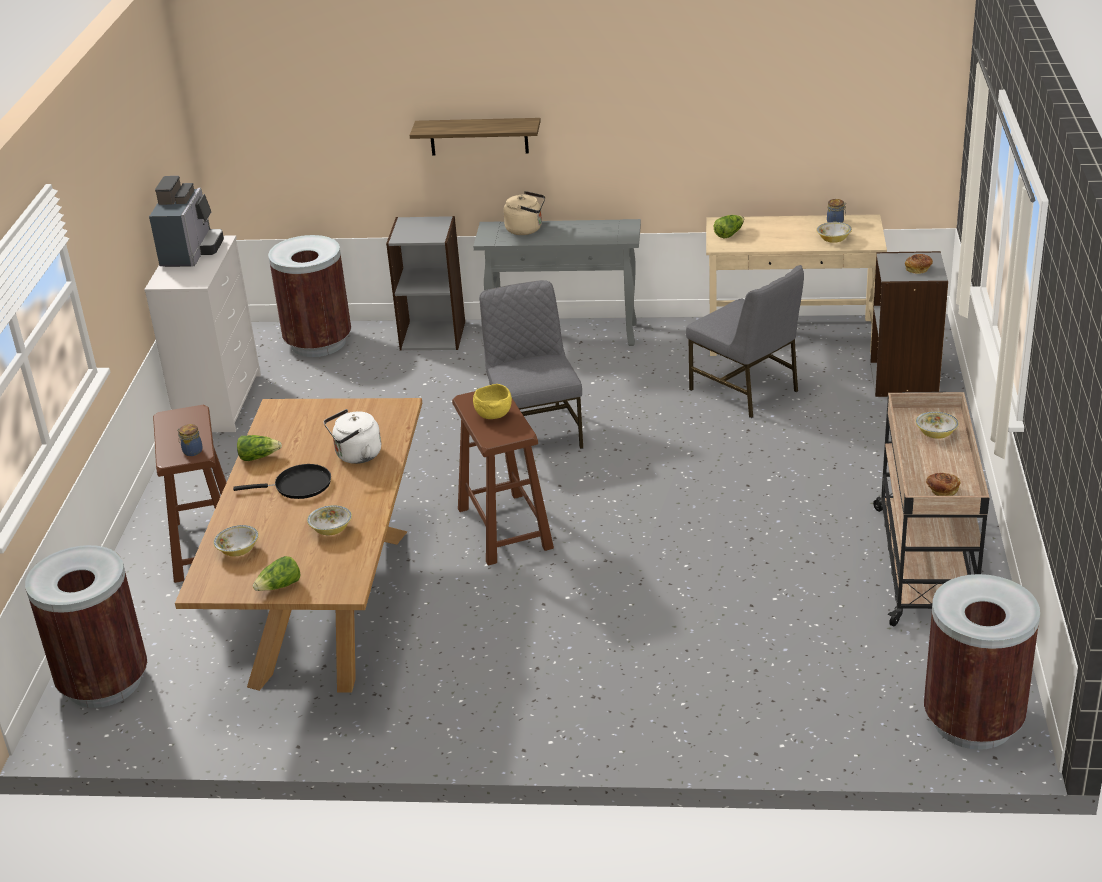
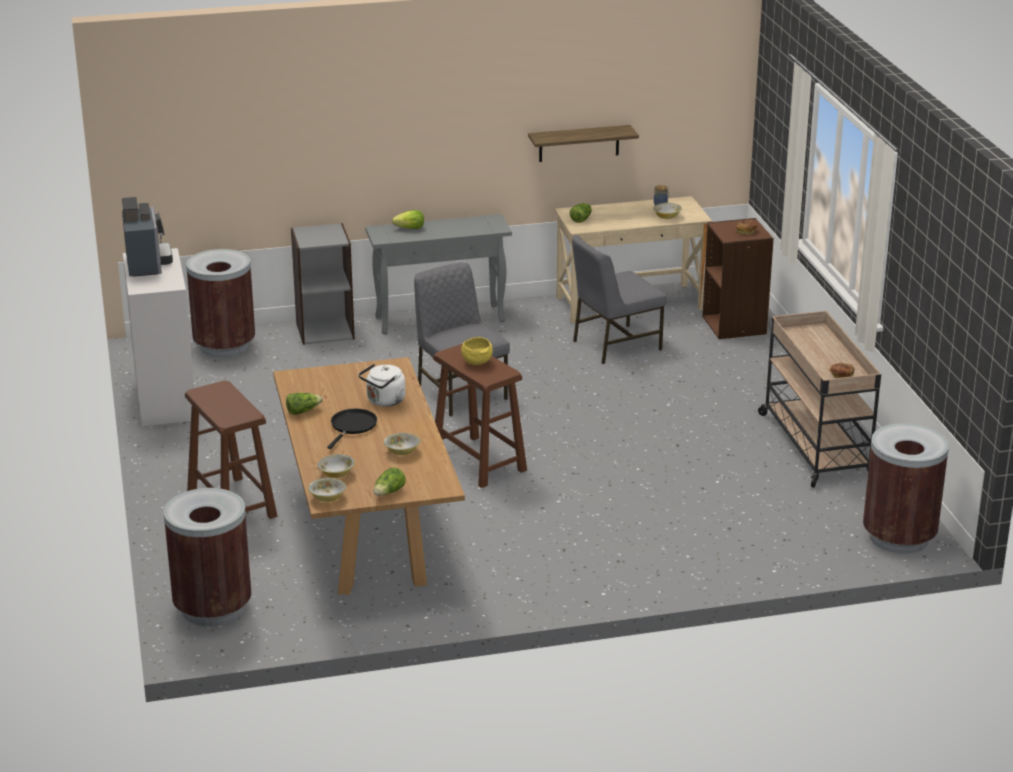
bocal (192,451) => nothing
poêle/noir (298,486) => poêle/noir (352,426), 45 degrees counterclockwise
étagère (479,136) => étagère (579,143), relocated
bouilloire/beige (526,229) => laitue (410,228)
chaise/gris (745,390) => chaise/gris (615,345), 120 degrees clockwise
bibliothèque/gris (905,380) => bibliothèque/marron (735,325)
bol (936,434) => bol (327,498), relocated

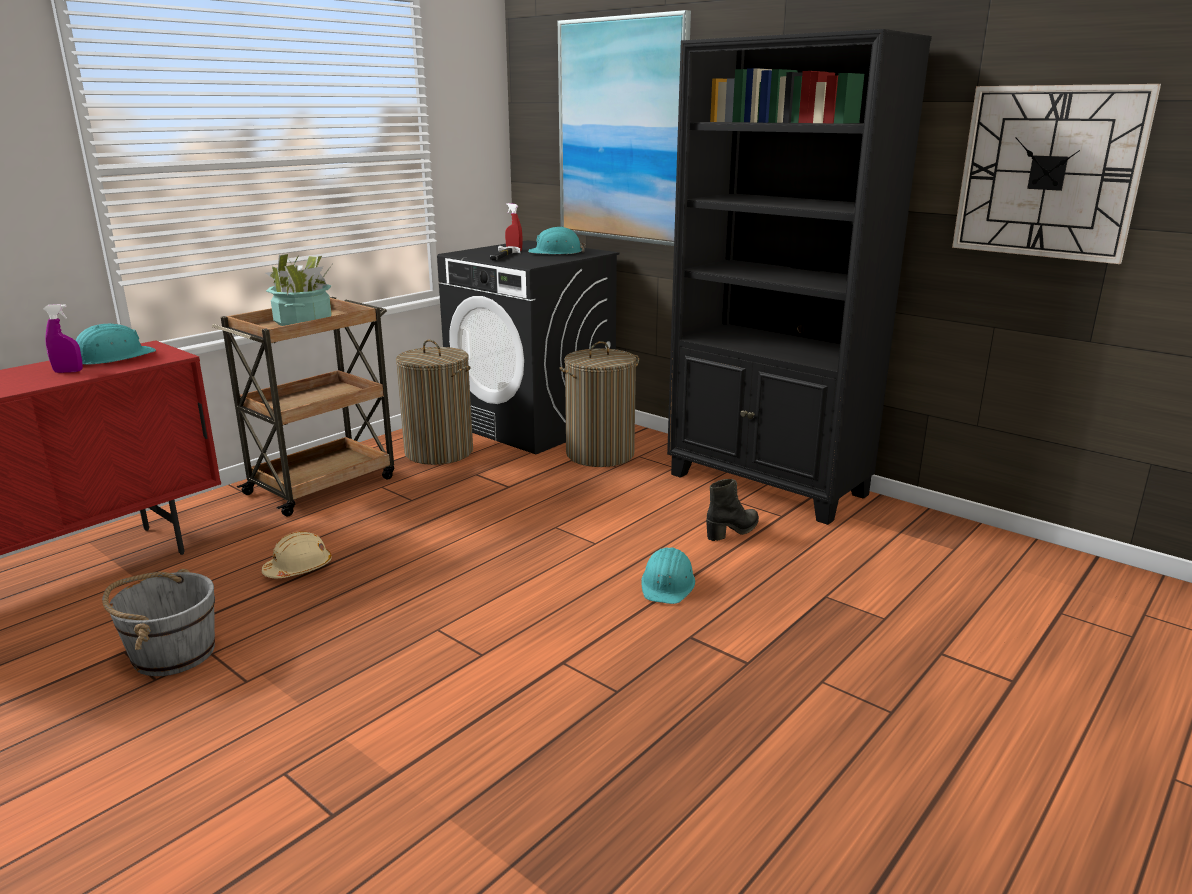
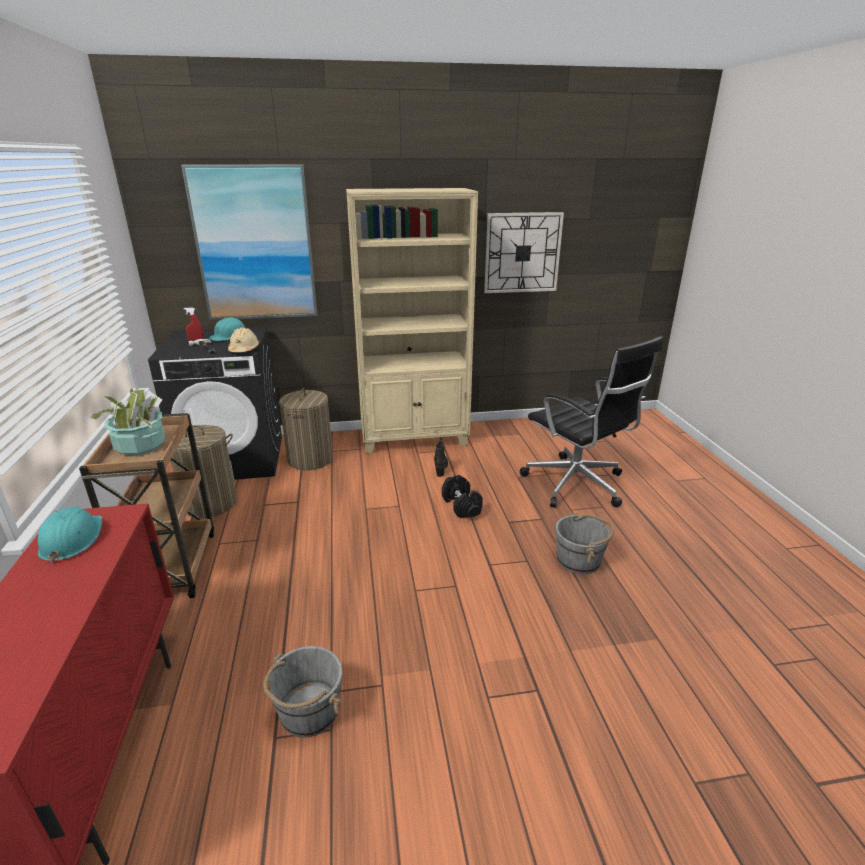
vaporisateur/violet (68,371) => nothing
casque de chantier/beige (299,569) => casque de chantier/beige (244,349), relocated
casque de chantier/turquoise (668,584) => haltère/noir (462,506)
bibliothèque/noir (767,485) => bibliothèque/beige (415,438)
nothing => chaise de bureau/noir (577,485)
nothing => seau/gris (579,560)

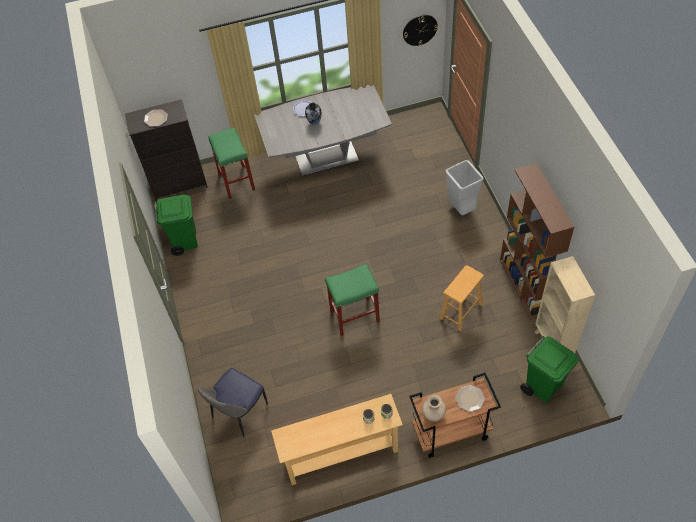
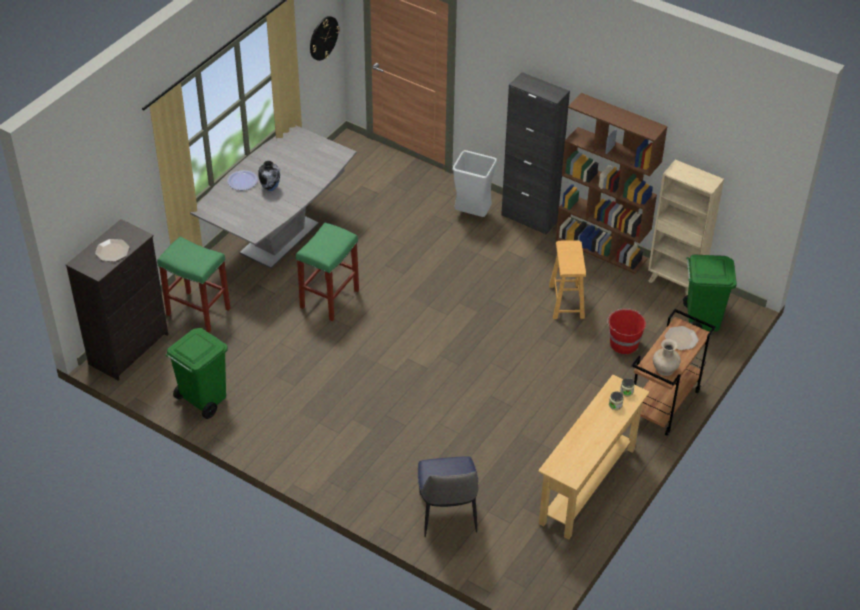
tabouret/vert (354,317) => tabouret/vert (329,300), relocated
nothing => meuble de rangement/noir (529,218)
nothing => seau/rouge (623,343)

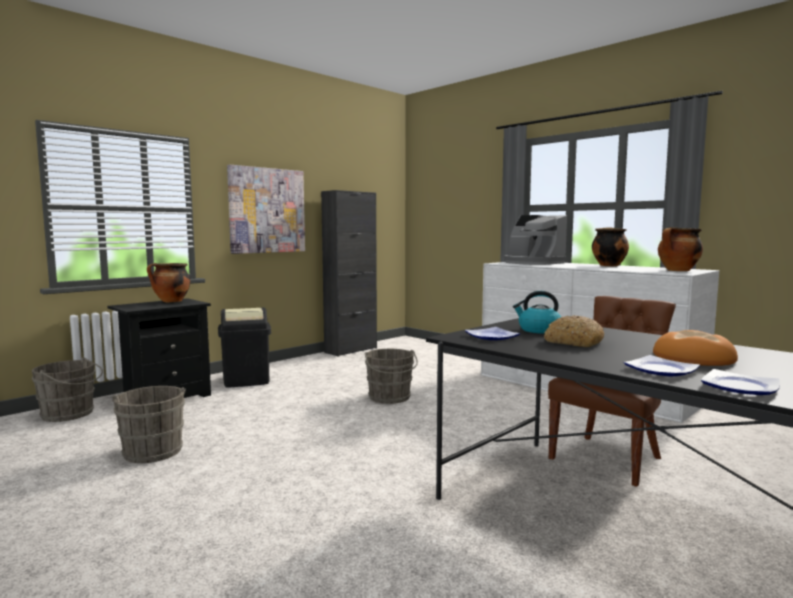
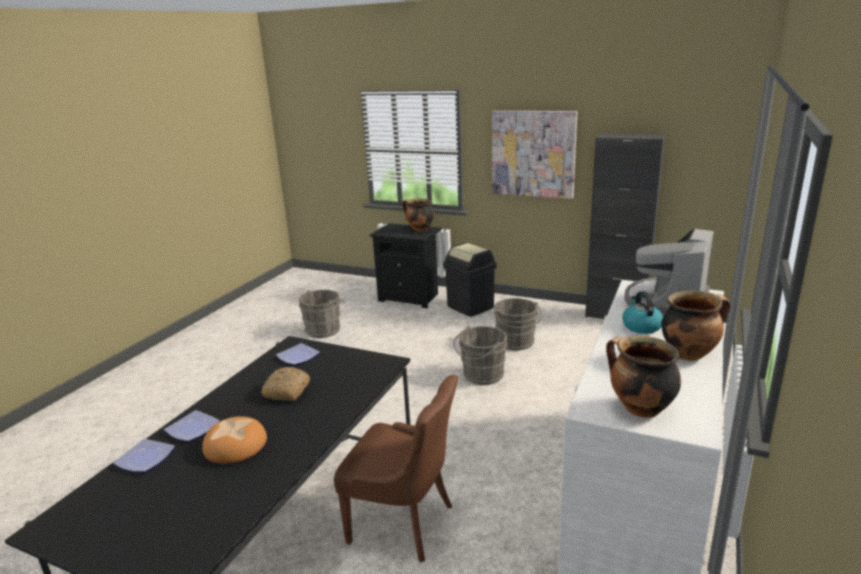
seau/gris (70,414) => seau/gris (516,343), relocated
bouilloire (538,330) => bouilloire (641,326), relocated

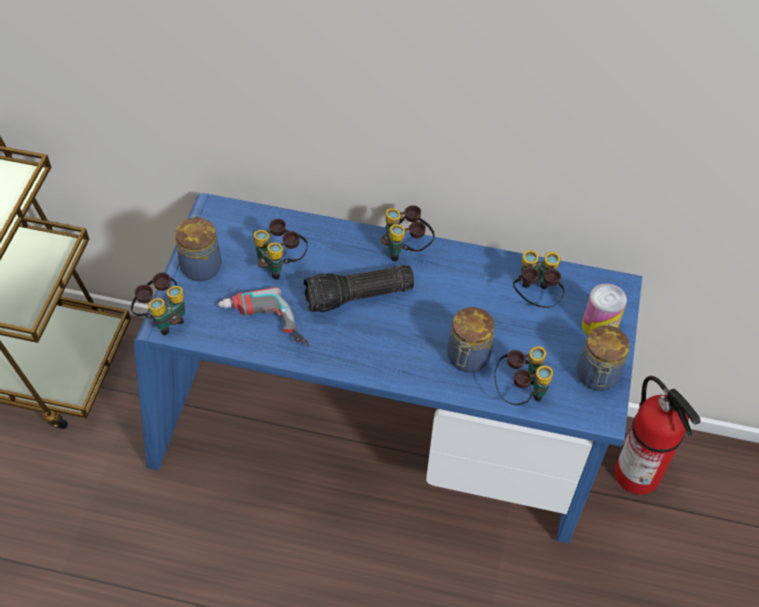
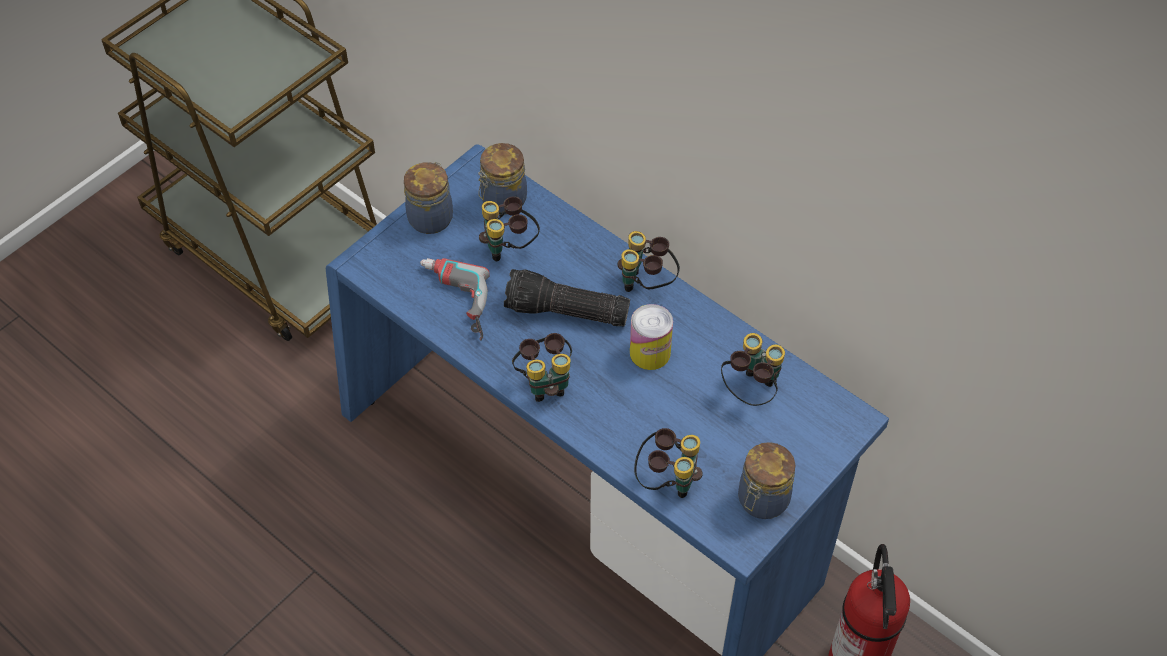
jumelles (163,318) => jumelles (545,382), relocated
bocal (467,358) => bocal (502,201), relocated
boîte métallique (599,326) => boîte métallique (650,353), relocated

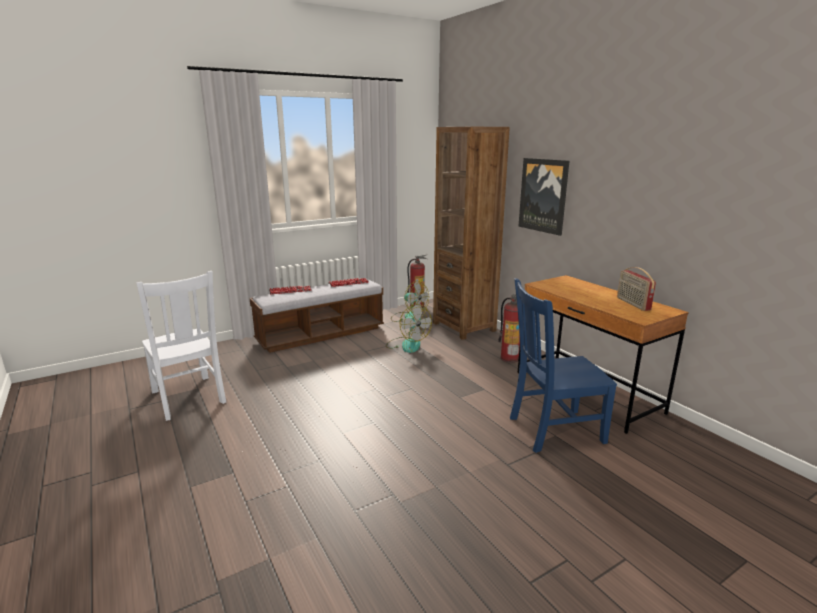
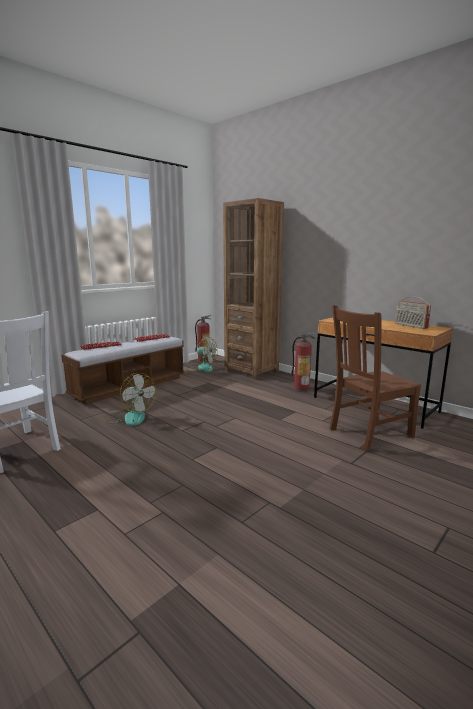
ventilateur (407,344) => ventilateur (130,417), relocated
chaise/bleu (552,430) => chaise/marron (368,433)
tableau (543,195) => nothing

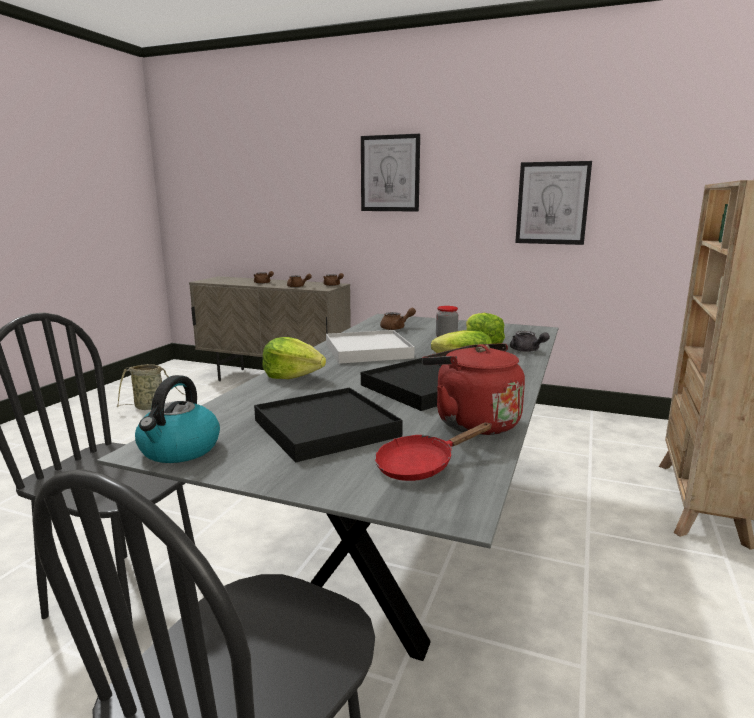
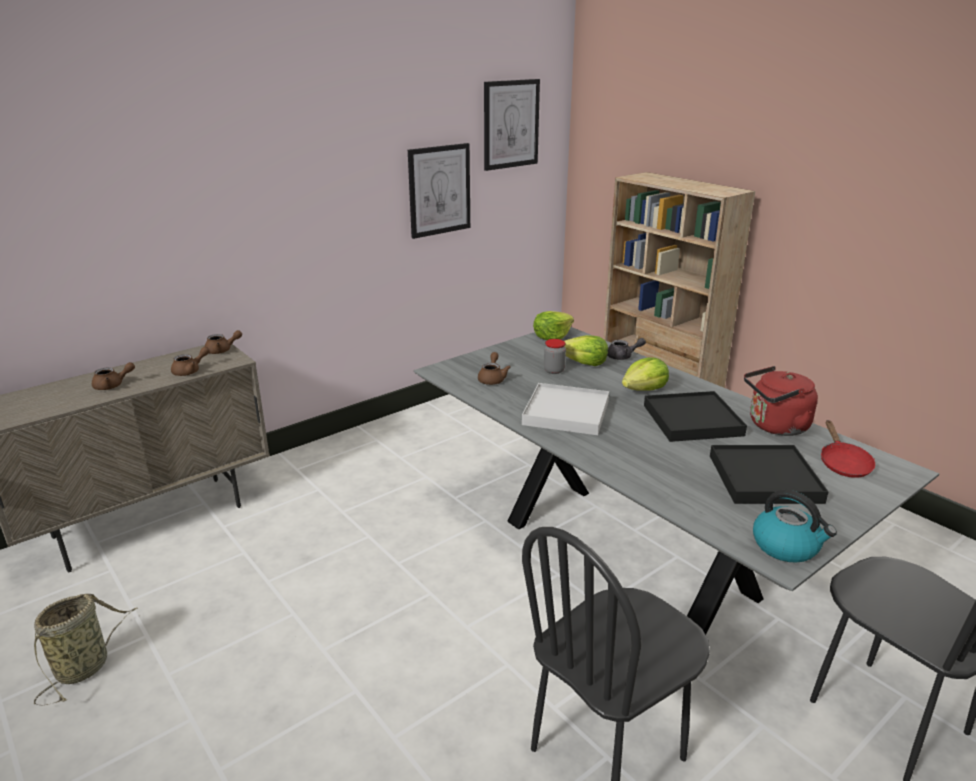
laitue (292,376) => laitue (552,337), relocated
tableau (390,173) => tableau (511,124), relocated

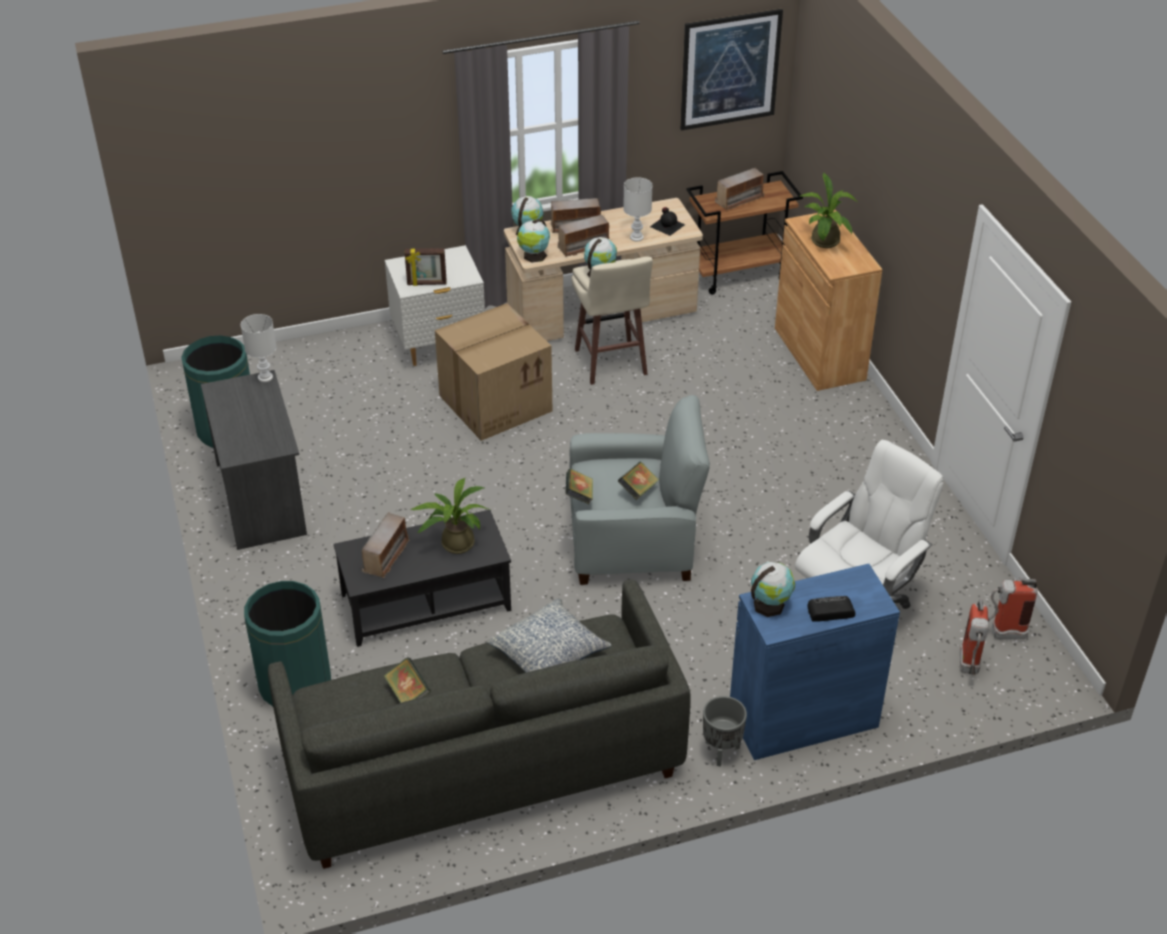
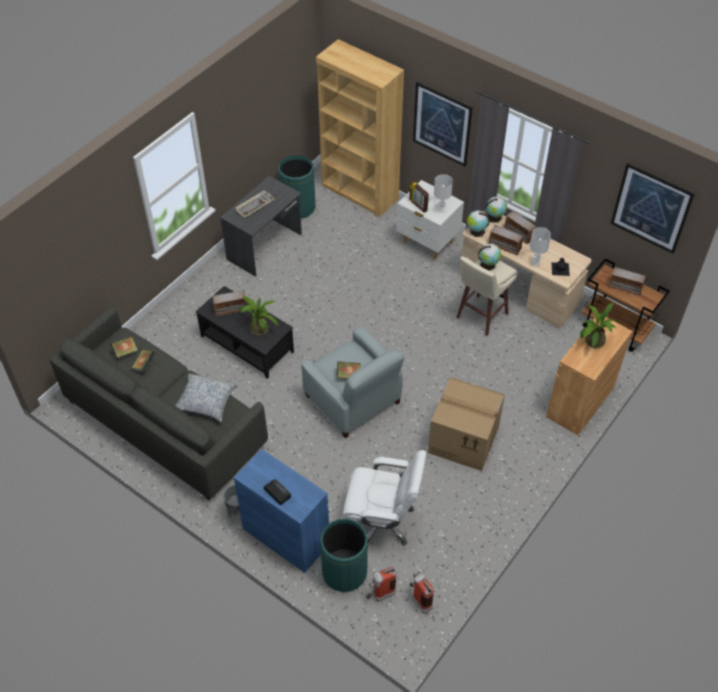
lampe de table/blanc (265,377) => lampe de table/blanc (441,208), relocated
poubelle/vert (295,685) => poubelle/vert (344,572), relocated
carton (496,402) => carton (464,439), relocated
livre (579,496) => livre (125,352), relocated
globe (770,604) => nothing
nothing => clavier (255,205)
nothing => bibliothèque/marron (359,192)
nothing => tableau (442,124)

